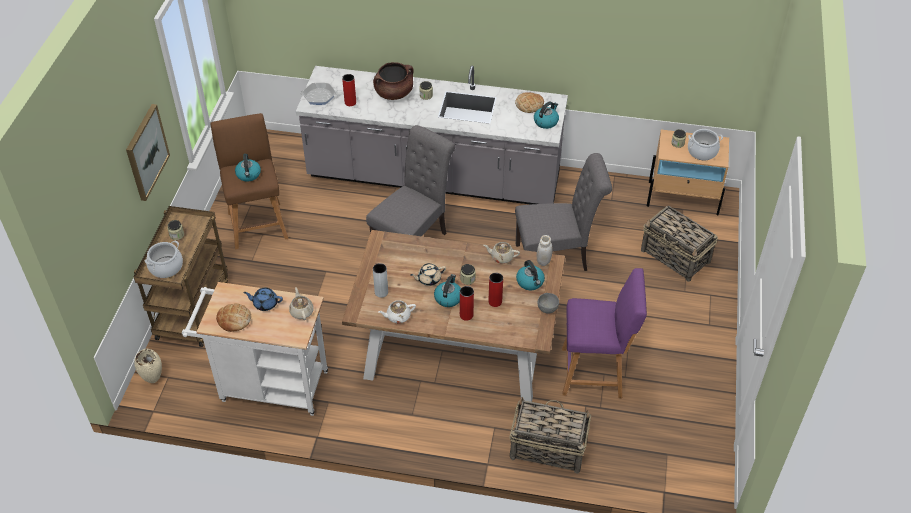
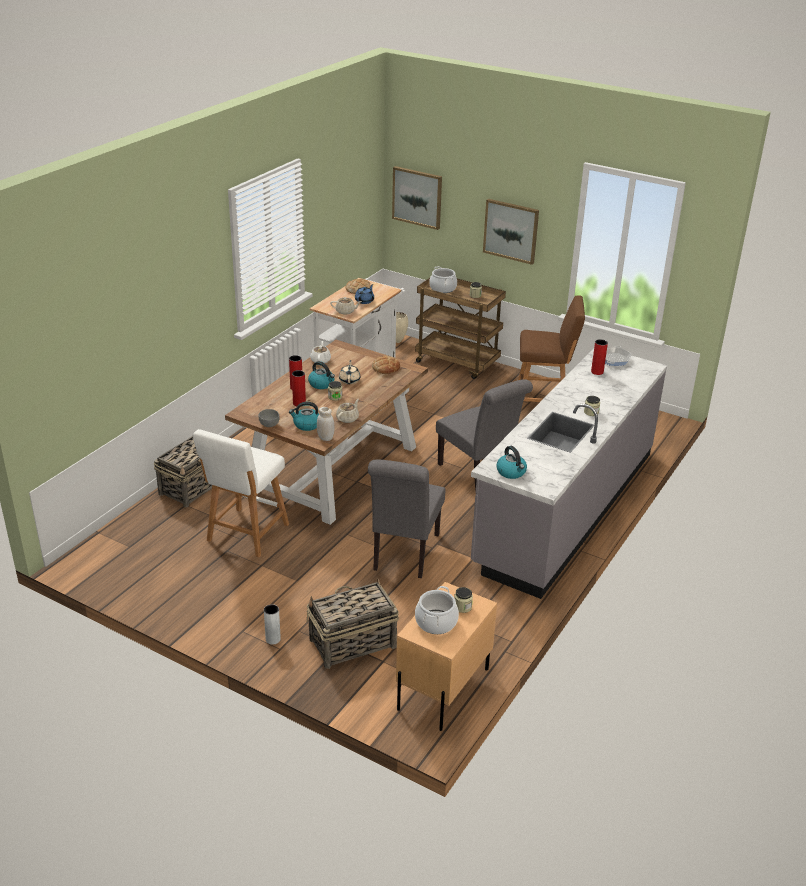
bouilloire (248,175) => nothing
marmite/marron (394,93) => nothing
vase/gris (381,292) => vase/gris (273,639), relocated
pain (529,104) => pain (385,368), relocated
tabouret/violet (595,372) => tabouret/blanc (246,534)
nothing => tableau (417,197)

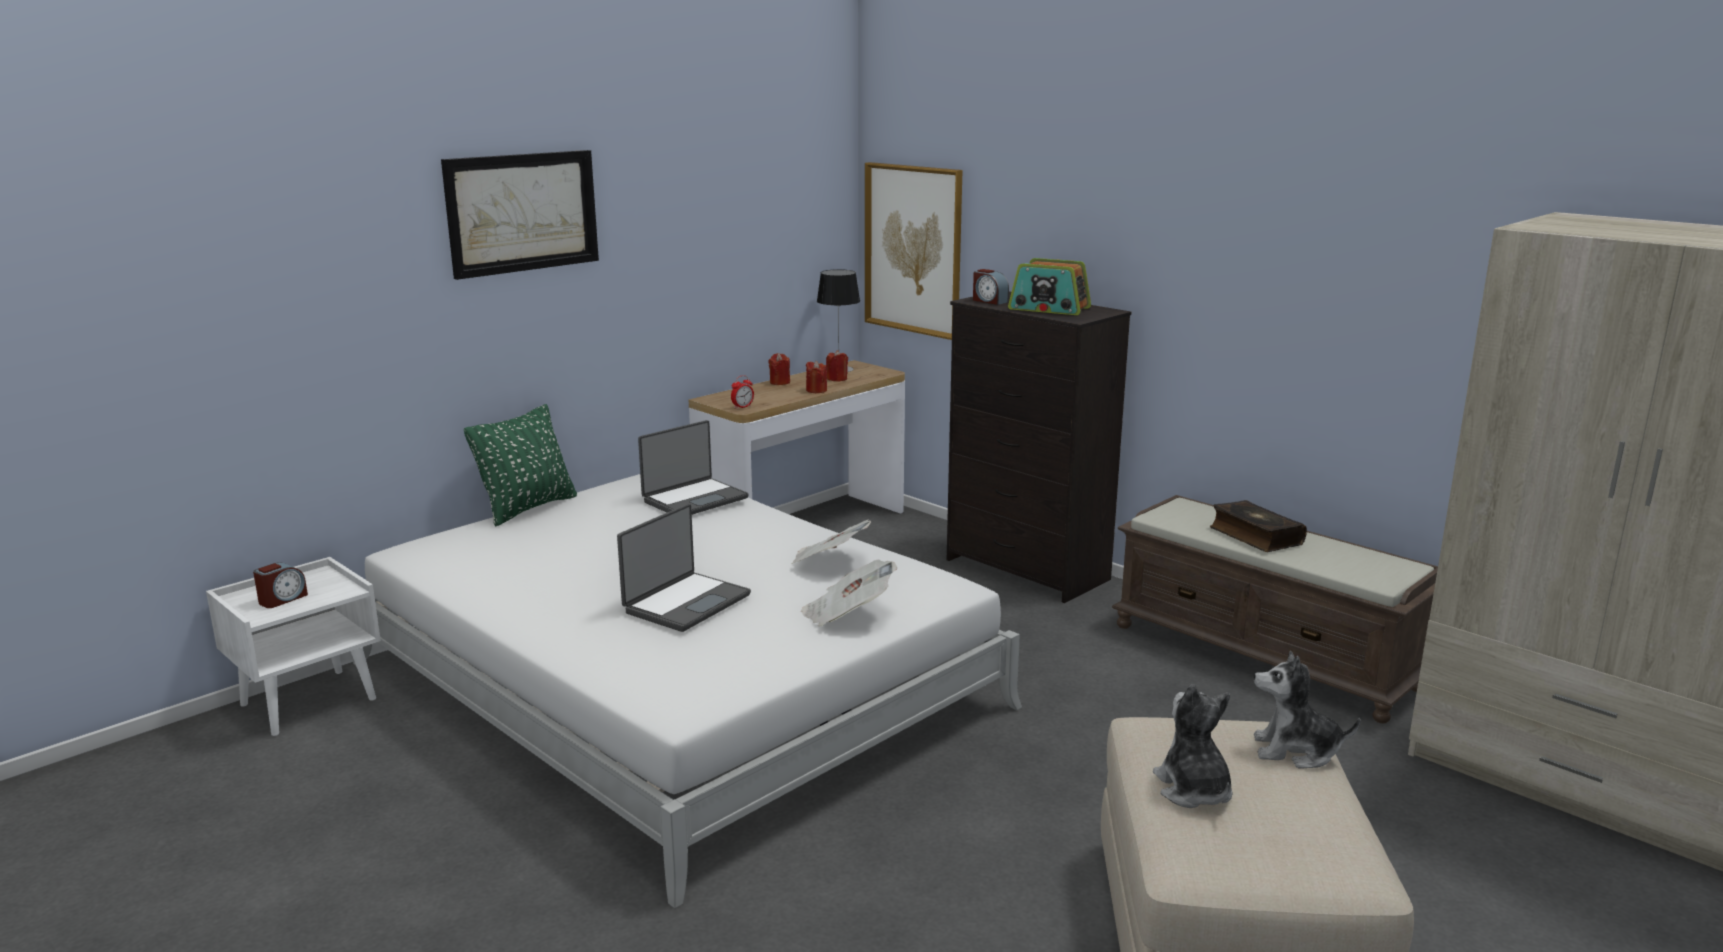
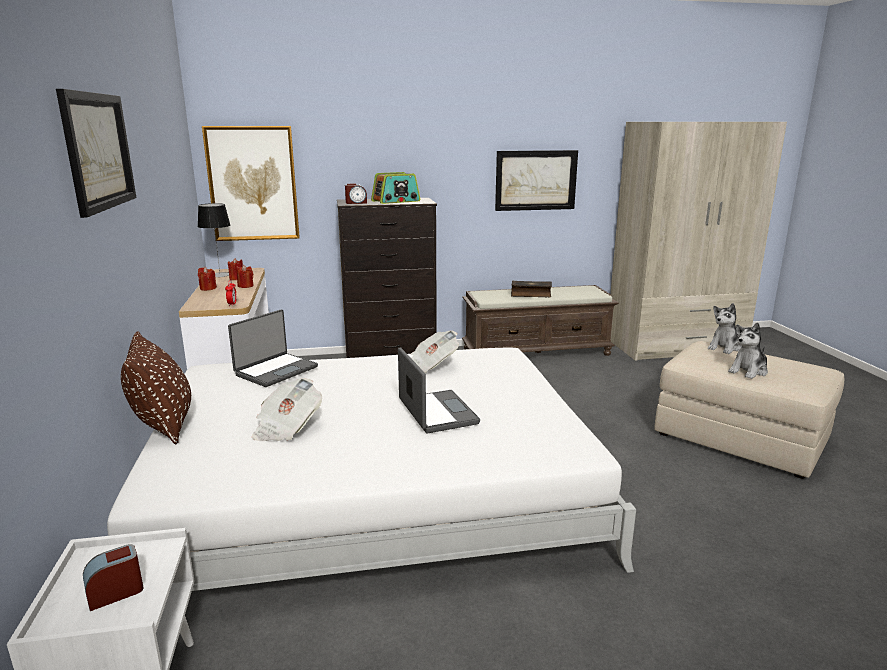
réveil (282,599) => réveil (115,592), 105 degrees counterclockwise
coussin/vert (527,508) => coussin/marron (164,425)
ordinateur portable (694,499) => ordinateur portable (275,370), 45 degrees clockwise
journal (847,615) => journal (286,428), relocated
peluche (1193,790) => peluche (748,371), 60 degrees counterclockwise
nothing => tableau (535,180)

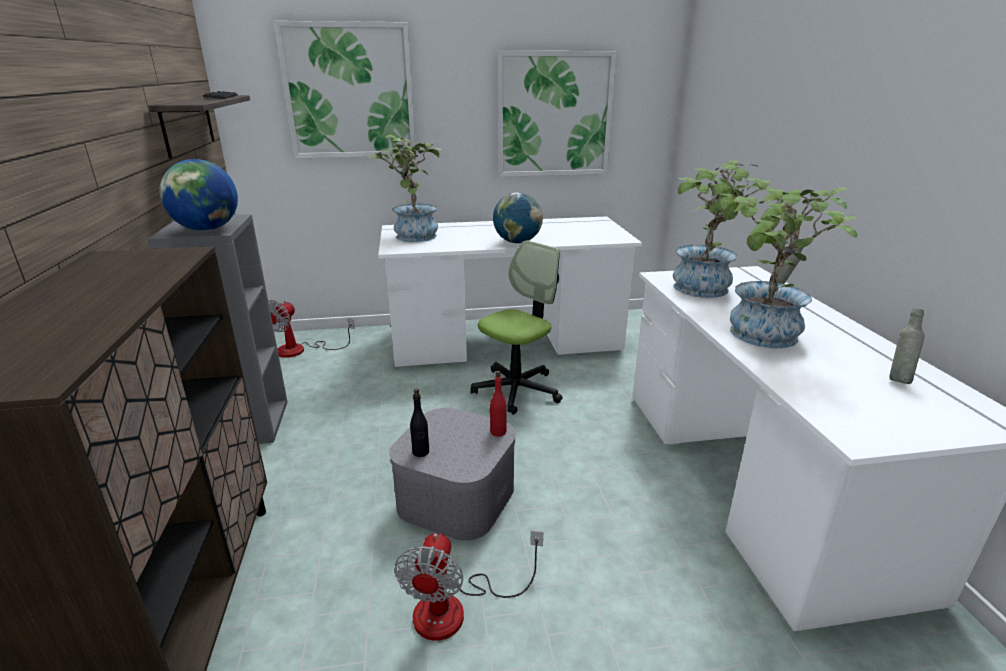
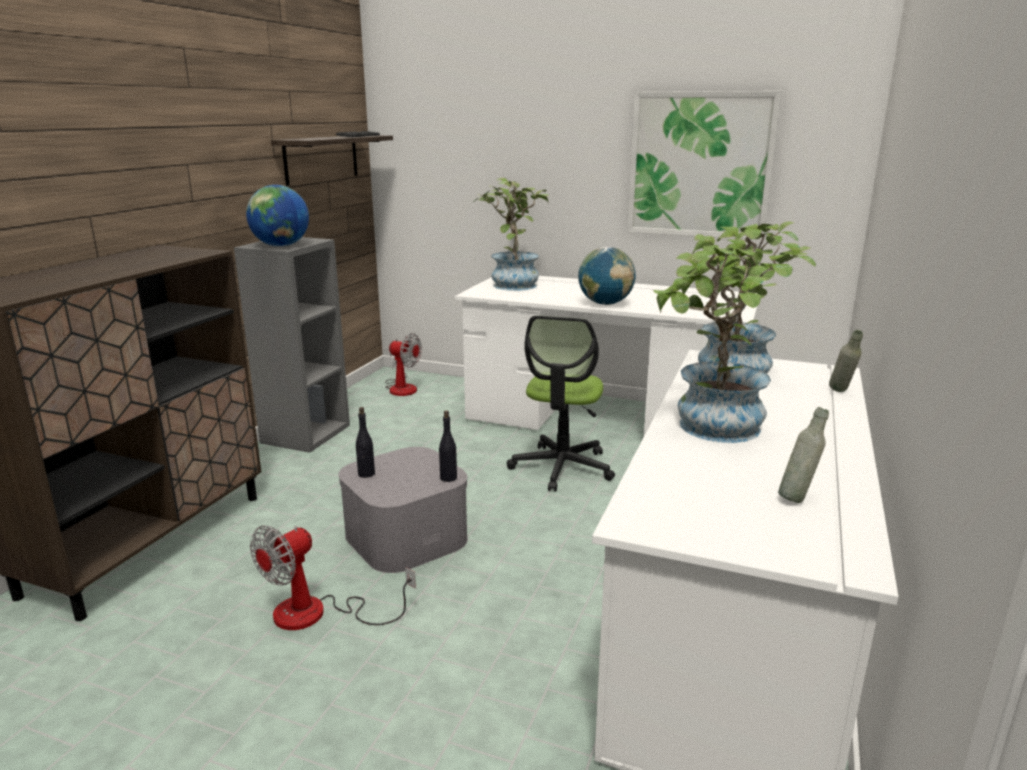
ventilateur (301,350) => ventilateur (402,387), 120 degrees counterclockwise
tableau (349,92) => nothing
chaise de bureau (517,390) => chaise de bureau (562,467), 120 degrees clockwise
bouteille/rouge (498,432) => bouteille/noir (448,478)

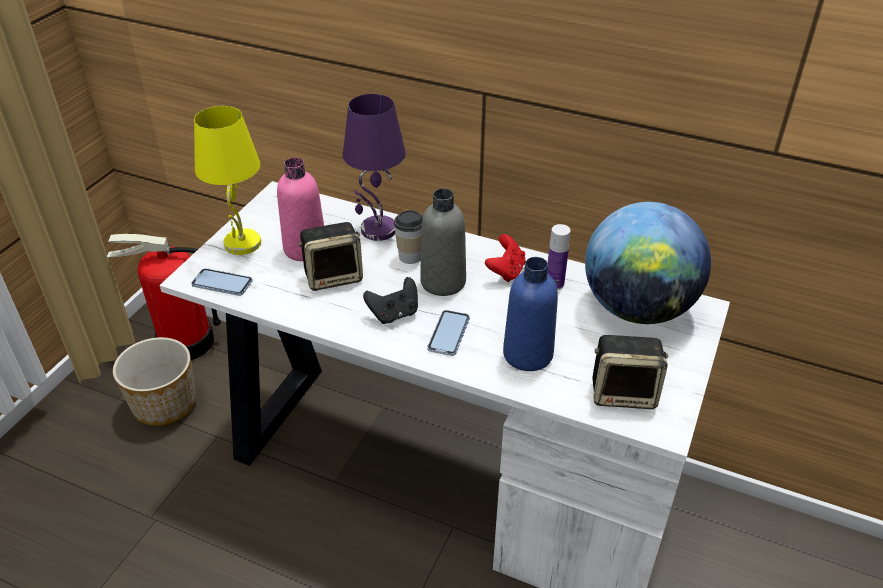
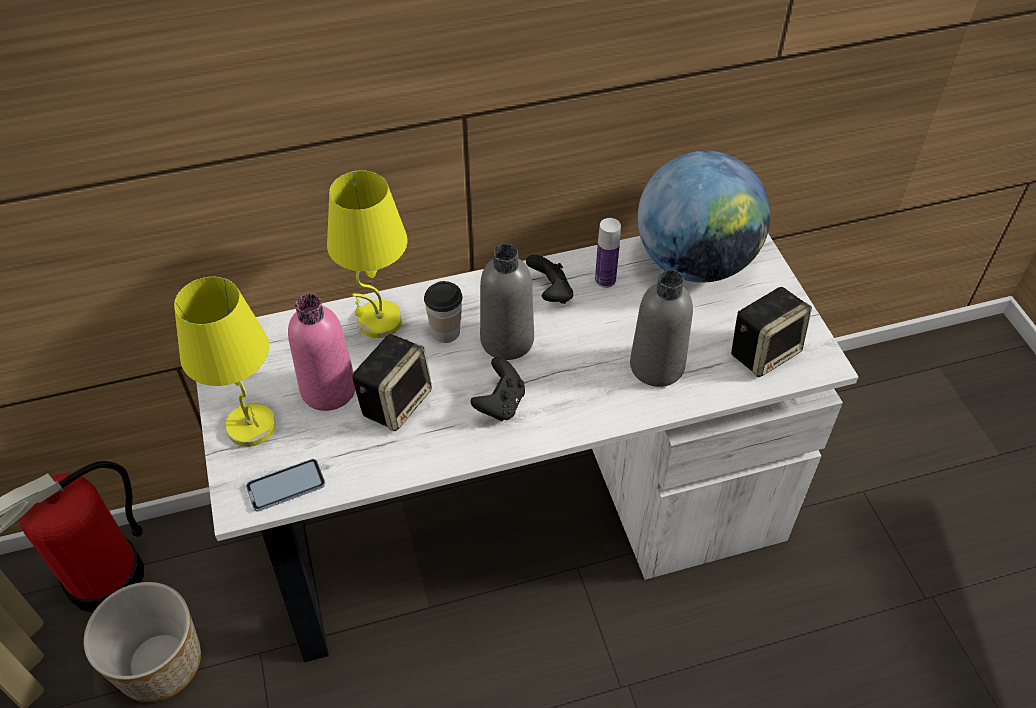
lampe de table/violet (377,230) => lampe de table/jaune (379,322)
téléphone (448,334) => nothing
manette/rouge (506,271) => manette/noir (551,293)
bouteille/bleu (528,354) => bouteille/gris (657,366)

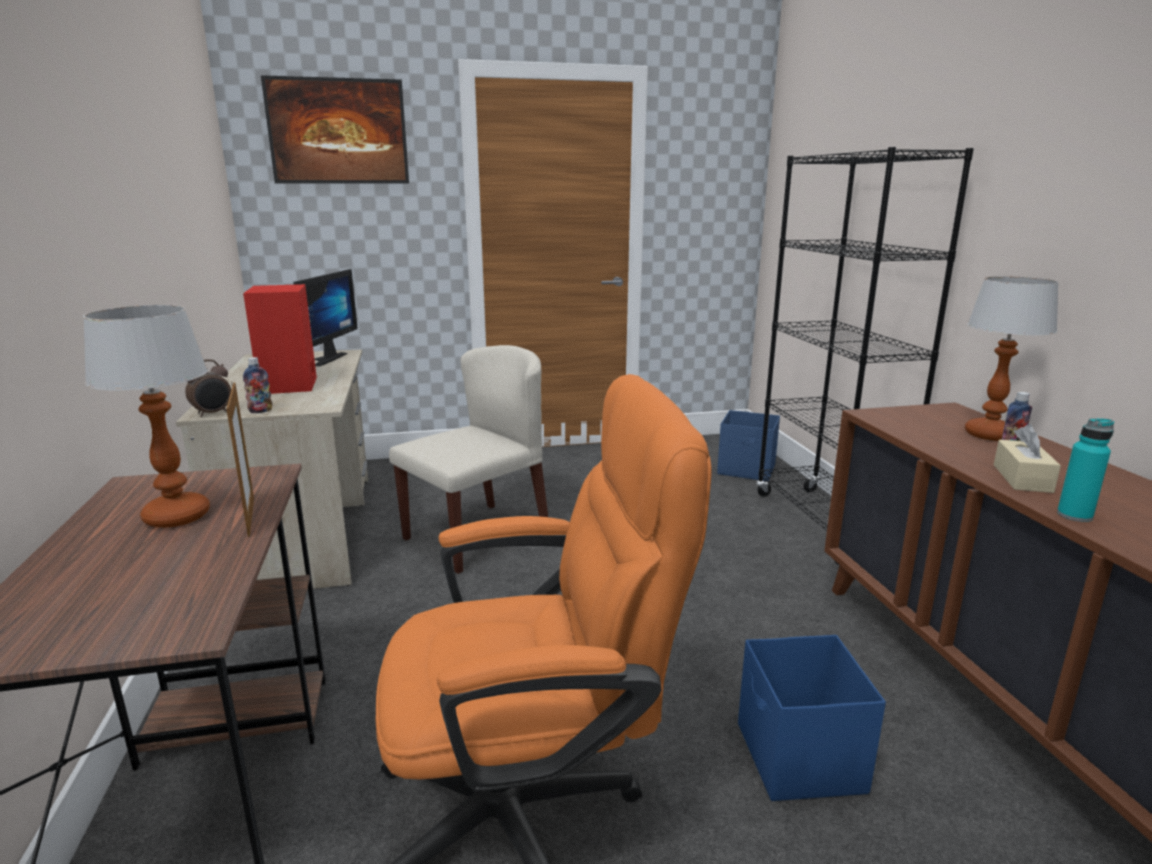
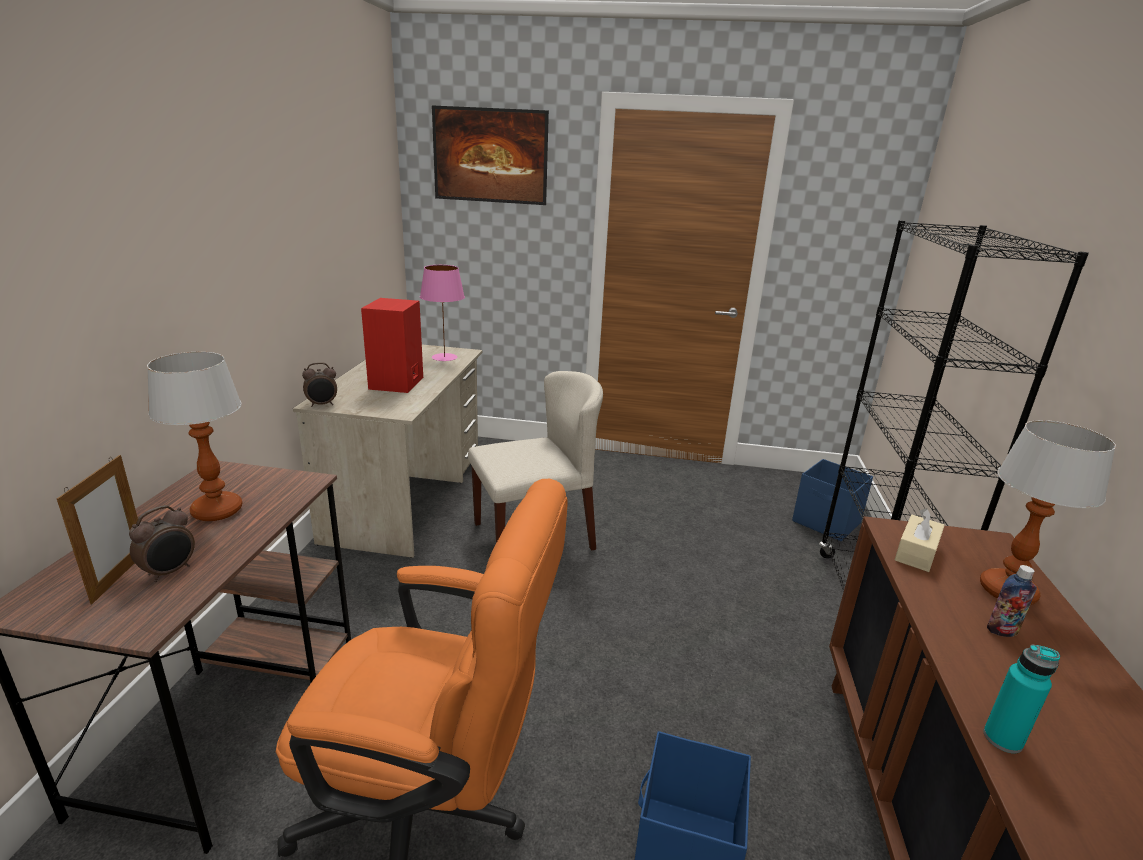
cadre photo (250,516) => cadre photo (120,576), relocated
bouteille (260,411) => nothing
écran d'ordinateur (324,359) => lampe de table/rose (444,357)
boîte à mouchoirs/beige (1022,478) => boîte à mouchoirs/beige (916,553), relocated
nothing => réveil (170,572)

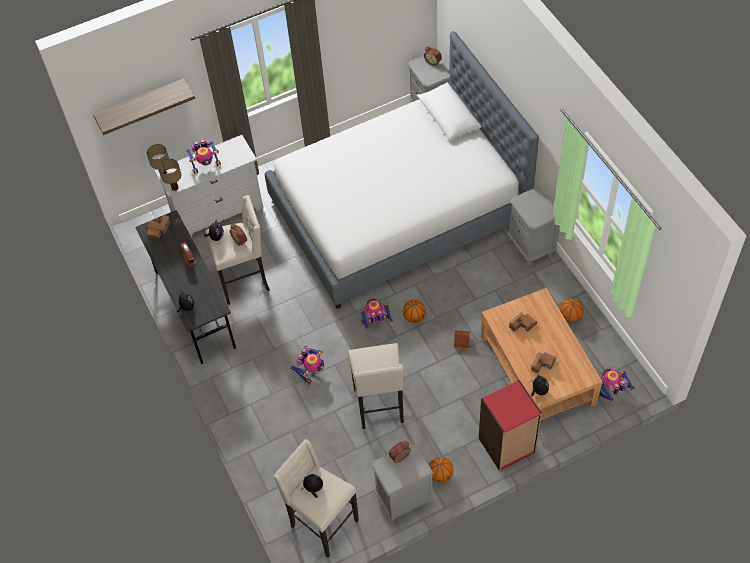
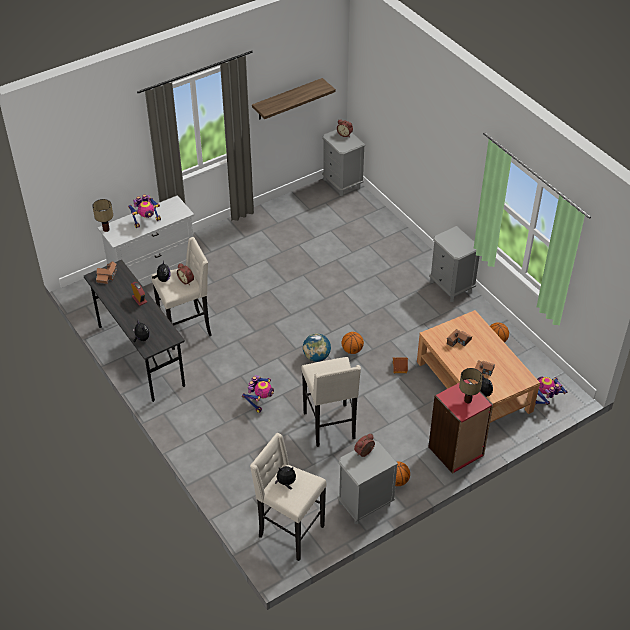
étagère (141,104) => étagère (287,99), relocated
lampe de table (175,188) => lampe de table (468,400), relocated
lit (398,210) => nothing
robot jouet (376,323) => globe (316,357)

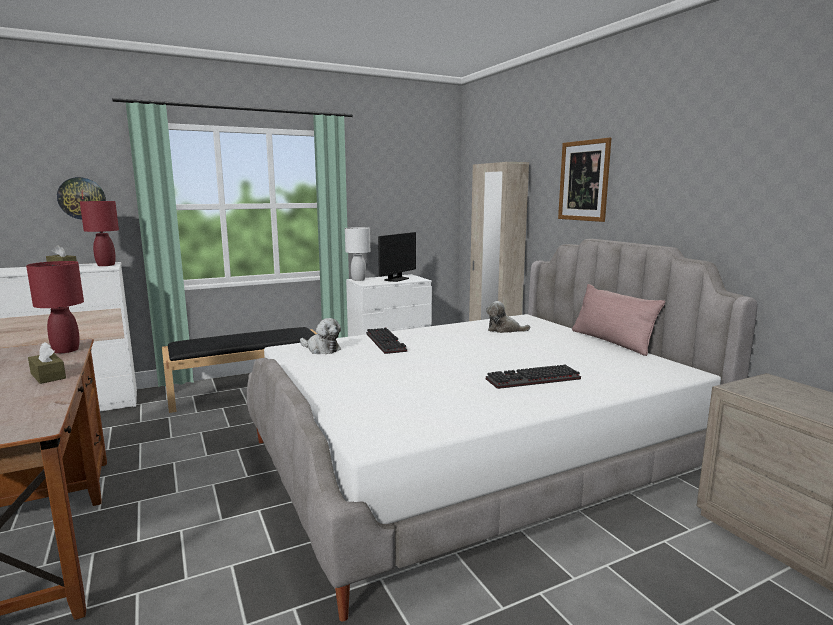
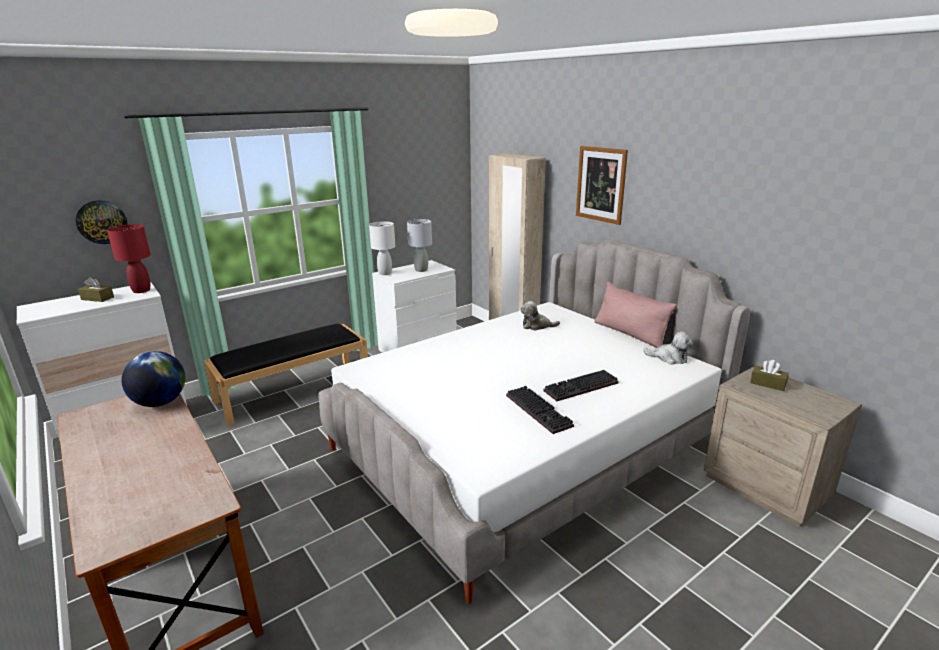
lampe de table/rouge (65,350) => globe (160,403)
boîte à mouchoirs/marron (48,376) => boîte à mouchoirs/marron (768,383), relocated
peluche (321,349) => peluche (669,358), relocated
clavier (387,342) => clavier (540,411), relocated
écran d'ordinateur (396,279) => lampe de table/gris (421,270)

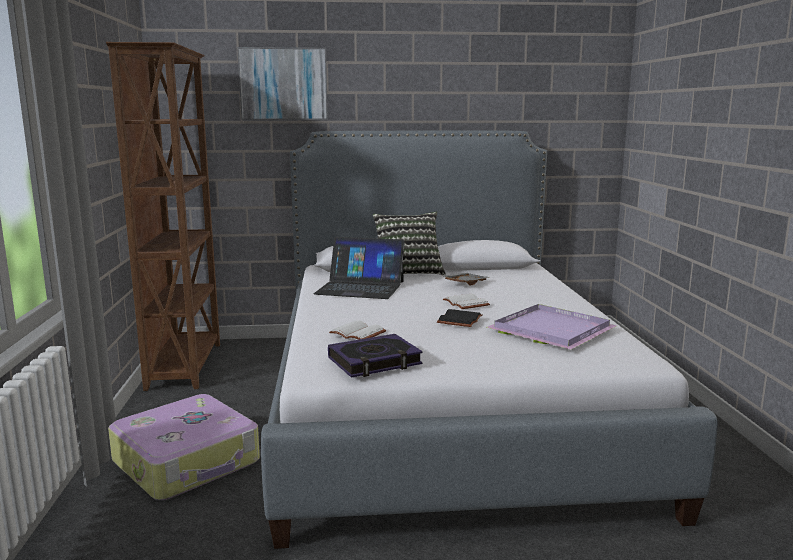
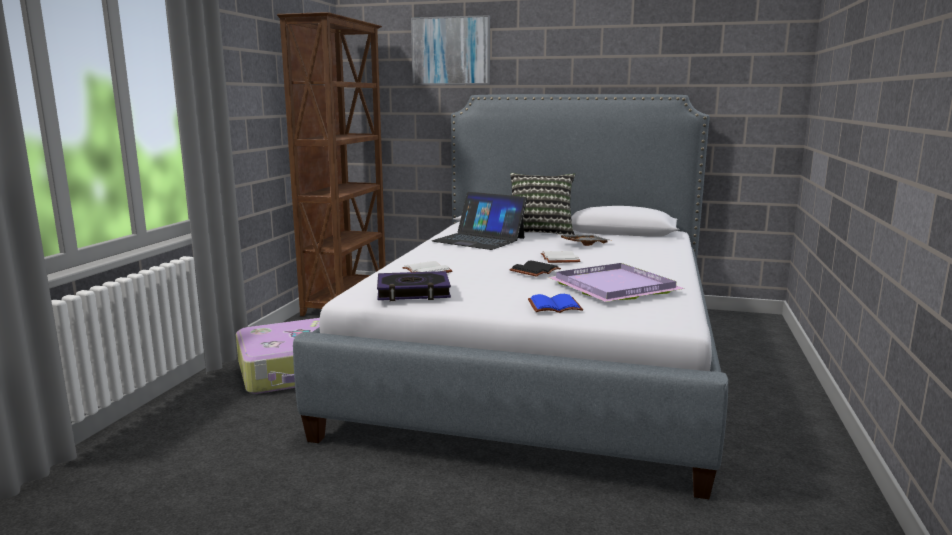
nothing => livre/bleu (554,307)

